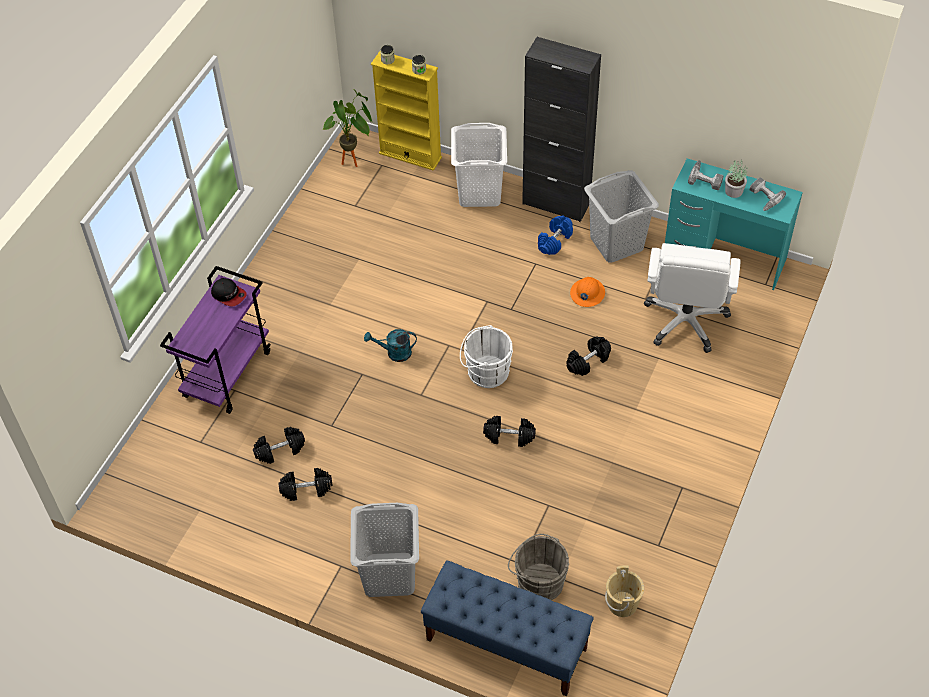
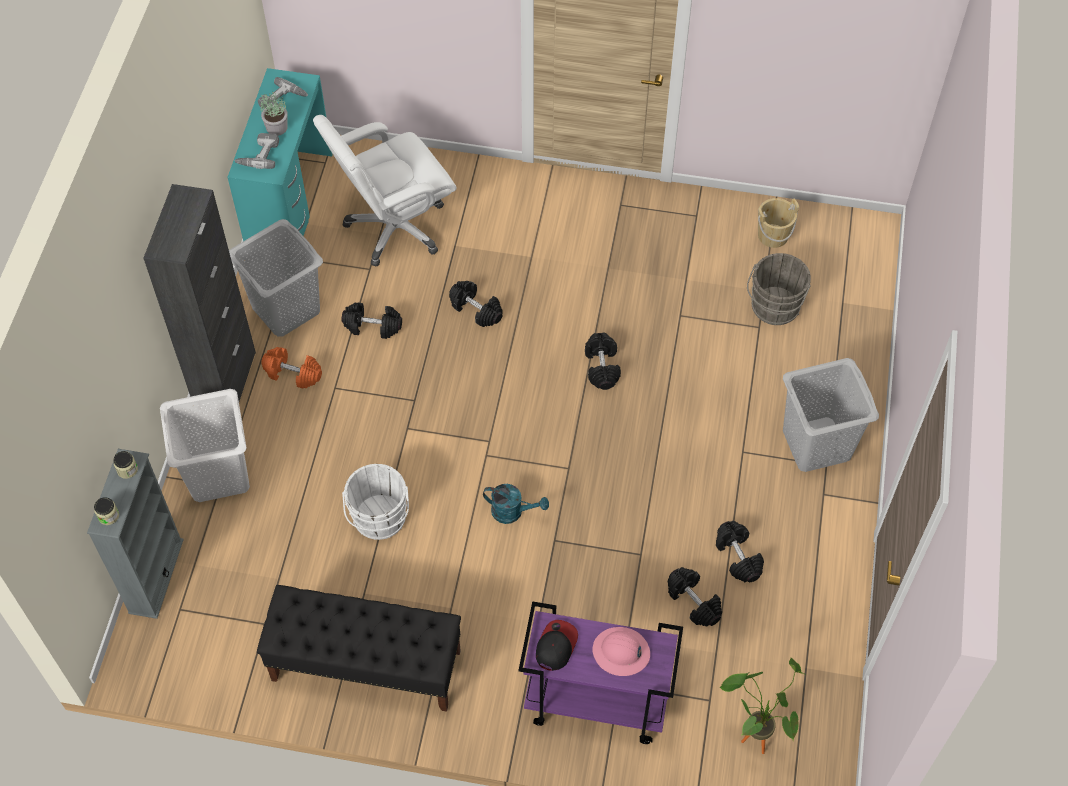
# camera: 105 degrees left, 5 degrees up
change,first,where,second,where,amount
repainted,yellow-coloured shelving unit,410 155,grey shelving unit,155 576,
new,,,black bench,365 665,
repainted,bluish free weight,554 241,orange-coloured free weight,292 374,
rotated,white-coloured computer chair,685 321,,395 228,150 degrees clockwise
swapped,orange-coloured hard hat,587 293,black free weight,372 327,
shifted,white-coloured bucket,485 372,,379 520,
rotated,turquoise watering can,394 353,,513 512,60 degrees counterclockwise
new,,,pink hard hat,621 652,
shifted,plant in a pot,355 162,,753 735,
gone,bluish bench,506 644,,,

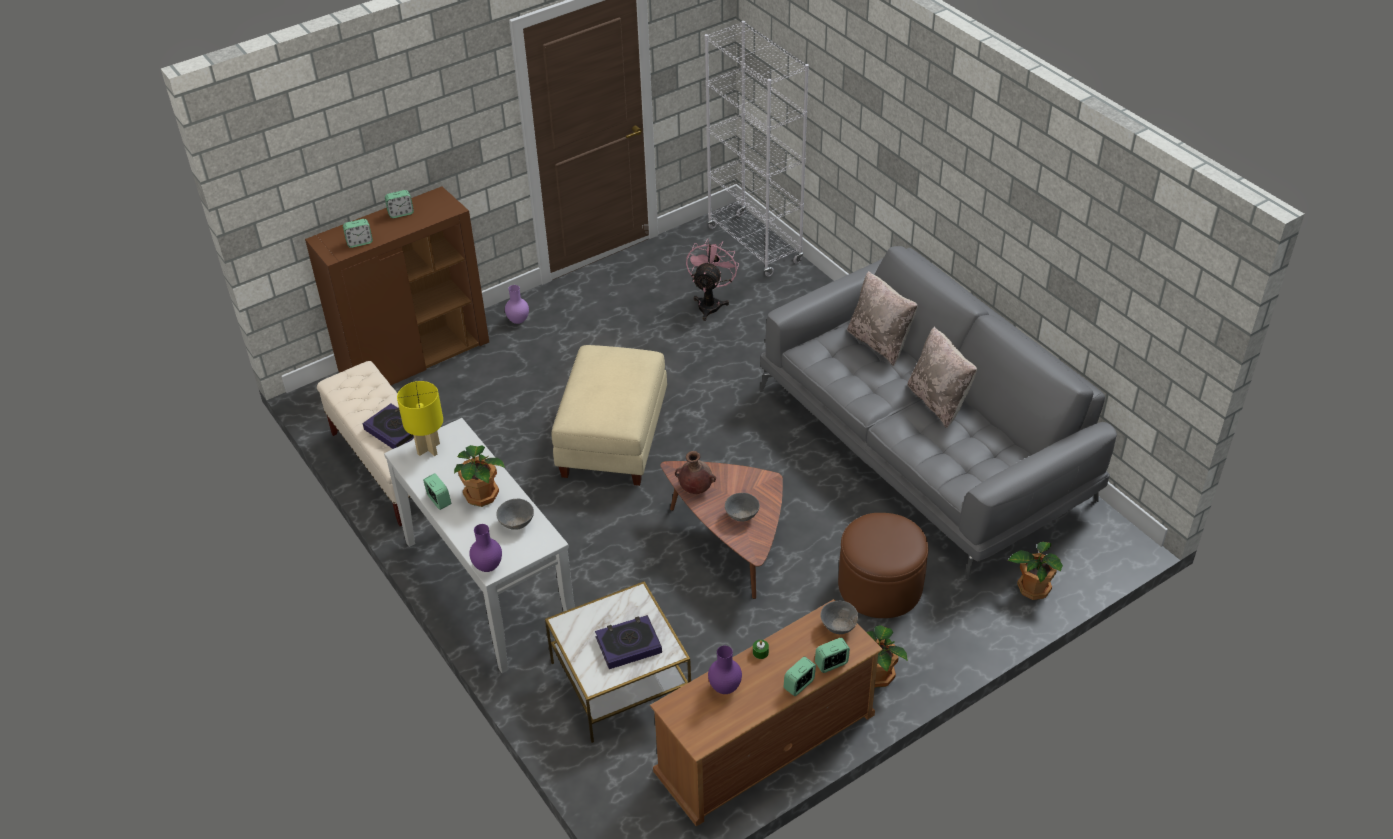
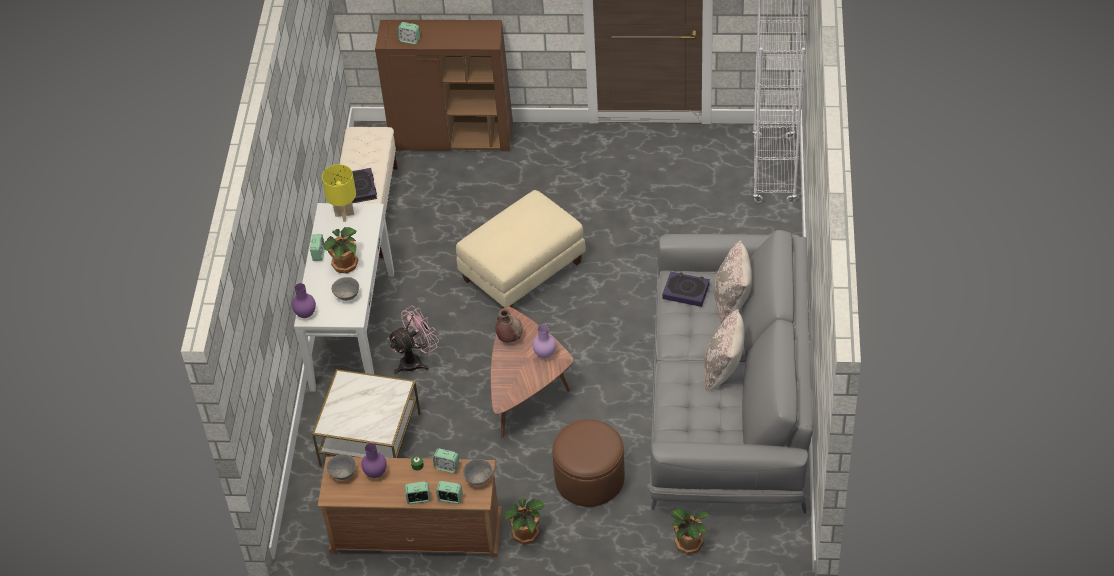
# camera: 40 degrees right, 5 degrees up
change,first,where,second,where,amount
shifted,grey deep dish,742 516,,342 474,
shifted,pink electric fan,710 303,,416 360,
shifted,table clock,401 213,,447 467,
shifted,purplish flower vase,518 320,,545 354,
shifted,volume,628 645,,686 291,

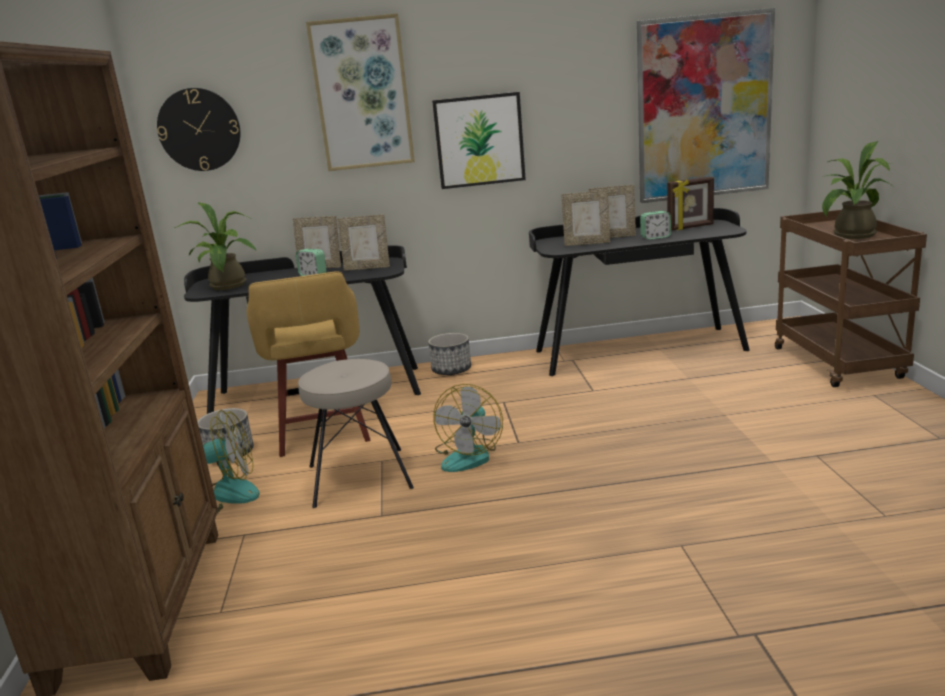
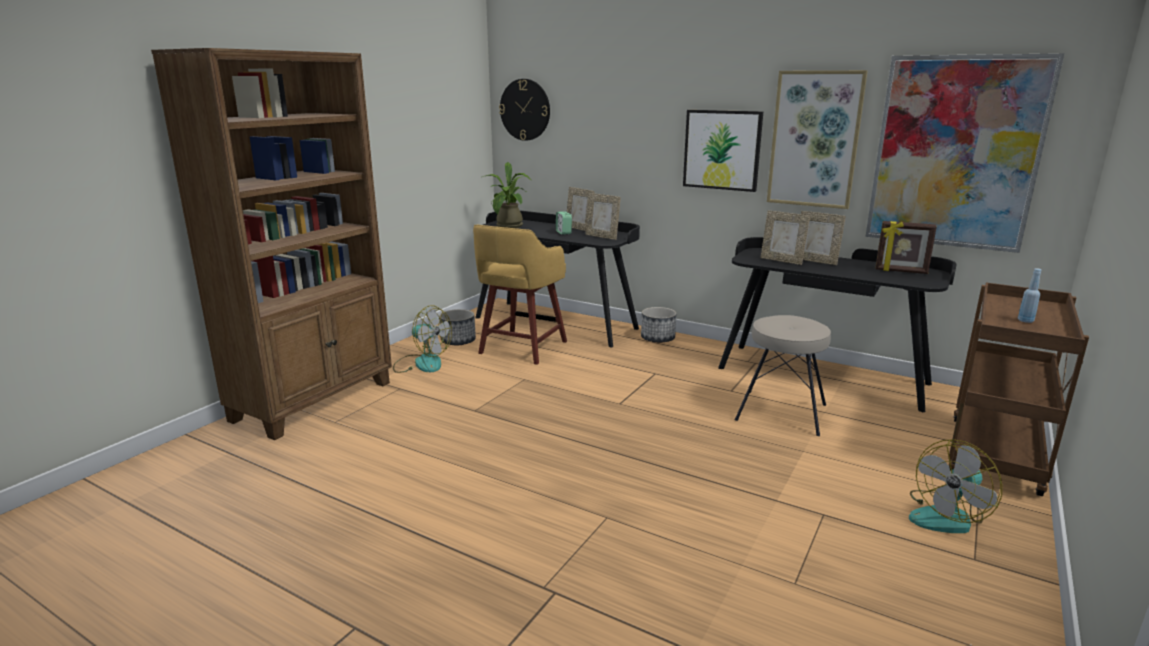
# camera: 35 degrees right, 0 degrees up
change,first,where,second,where,amount
shifted,beige stool,360 477,,781 413,
shifted,picture,362 94,,814 139,
shifted,electric fan,469 455,,947 516,
swapped,plant in a pot,850 236,bluish bottle,1025 320,
gone,table clock,655 237,,,

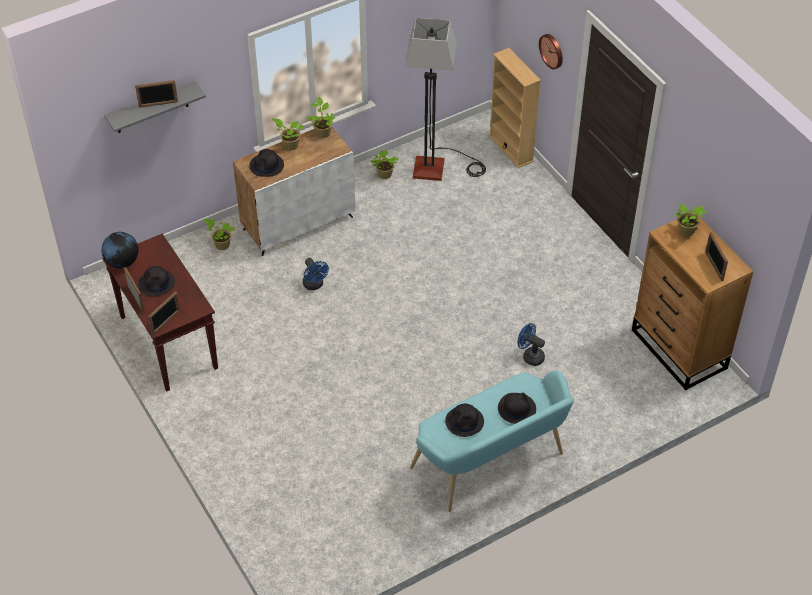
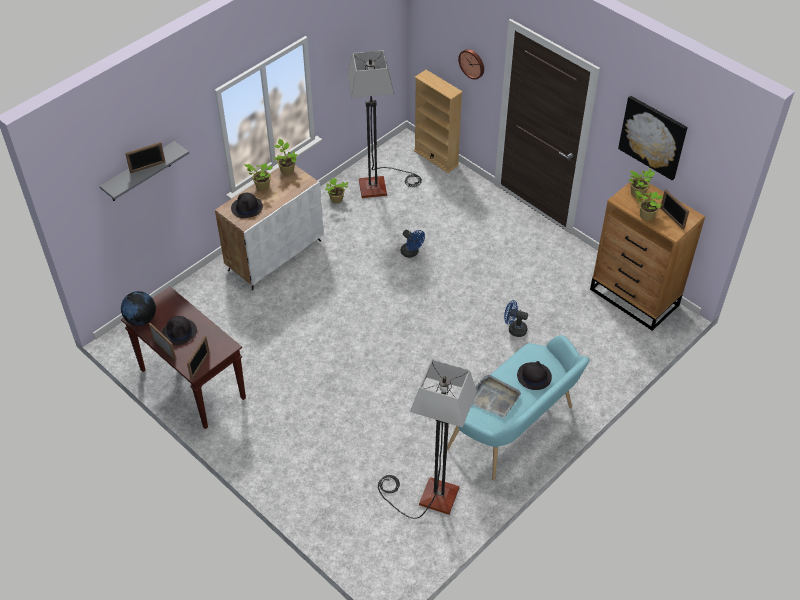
# camera: 15 degrees left, 0 degrees up
change,first,where,second,where,amount
new,,,standard lamp,427 496,
shifted,bluish electric fan,314 285,,411 253,
swapped,black wearable hat,465 421,grey tray,494 397,
new,,,picture,653 137,
shifted,plant in a pot,221 245,,645 216,

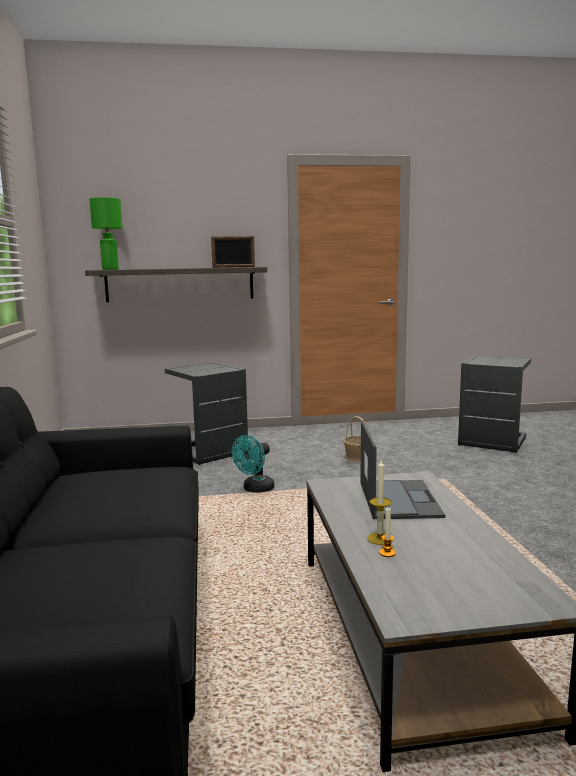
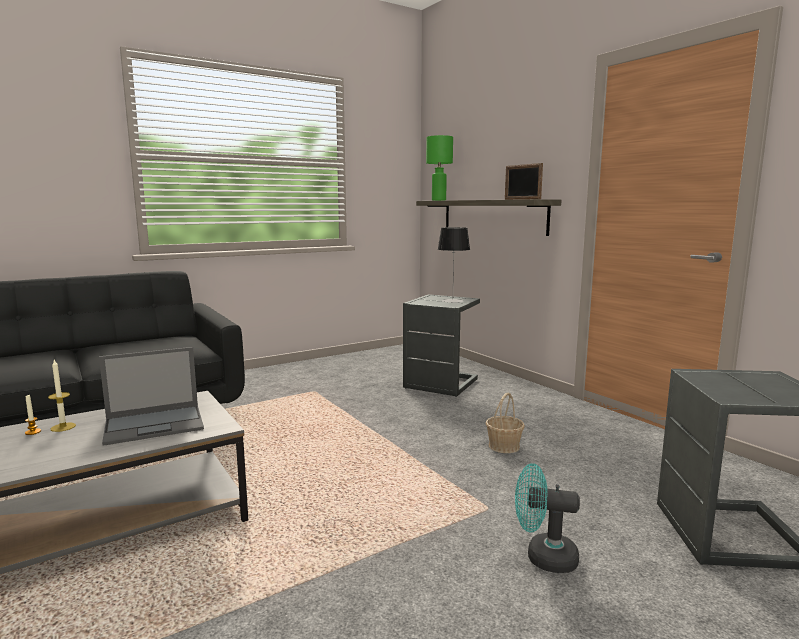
# camera: 65 degrees right, 0 degrees up
change,first,where,second,where,amount
new,,,table lamp,452 301,
shifted,turquoise electric fan,255 489,,543 557,

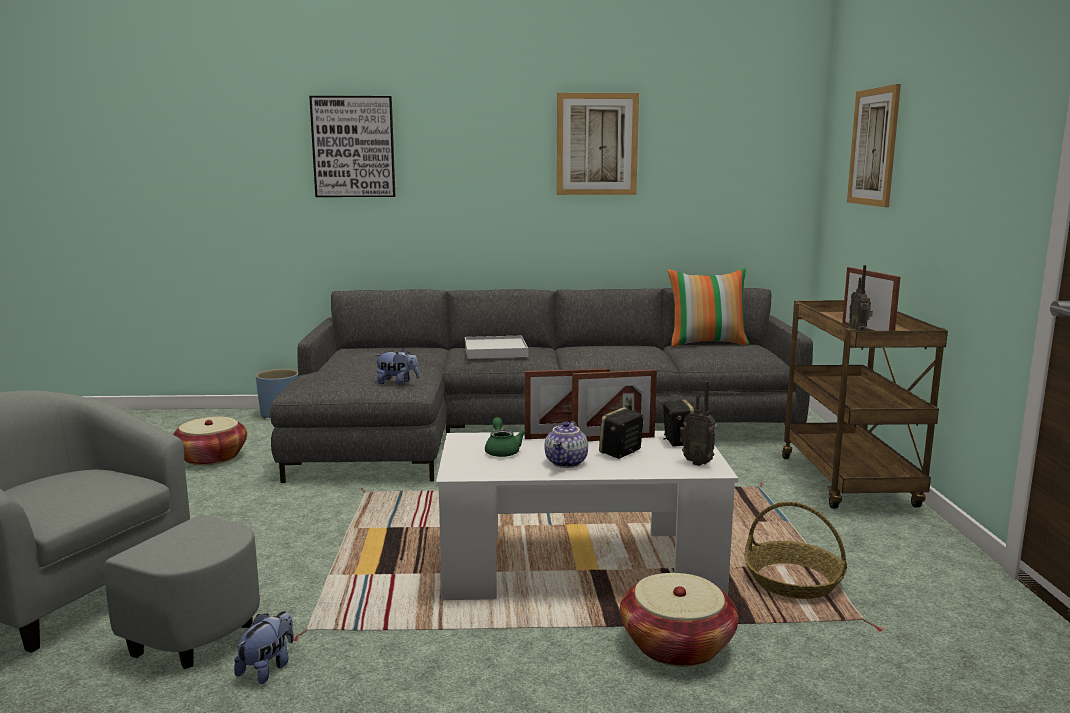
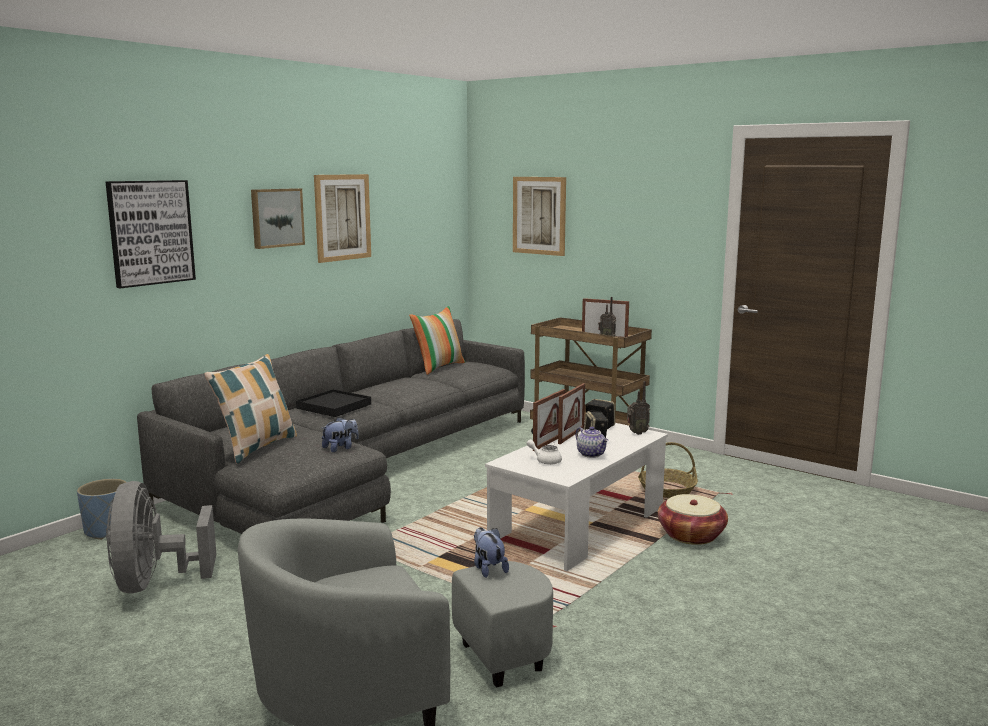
# camera: 50 degrees left, 0 degrees up
change,first,where,second,where,amount
swapped,household basket,211 457,grey electric fan,154 583,
new,,,pillow,256 447,
new,,,picture,276 217,
repainted,white-coloured tray,495 351,black tray,333 406,
shifted,cuddly toy,268 668,,488 568,
repainted,green teapot,502 451,white-coloured teapot,545 460,

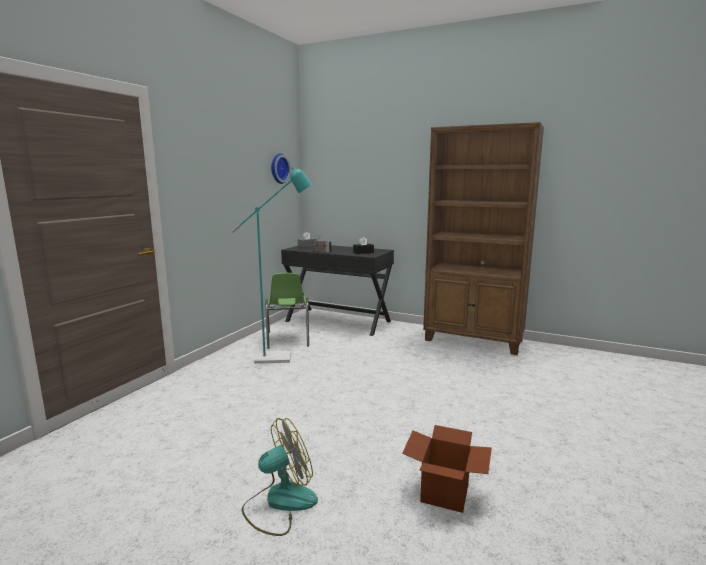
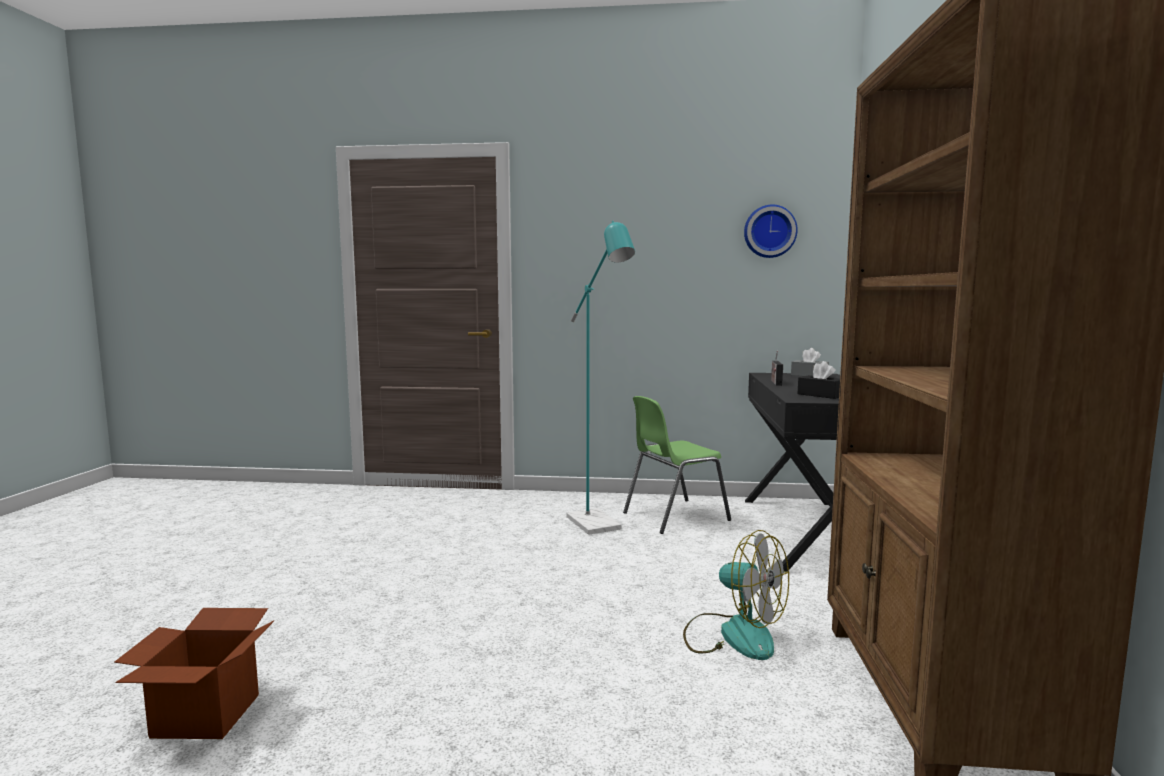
# camera: 70 degrees right, 5 degrees down
change,first,where,second,where,amount
shifted,electric fan,279 503,,733 635,

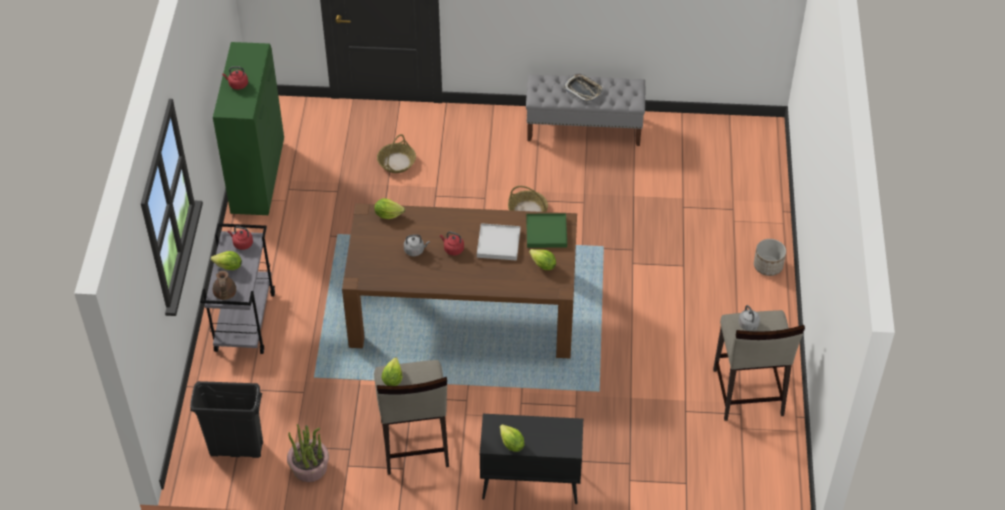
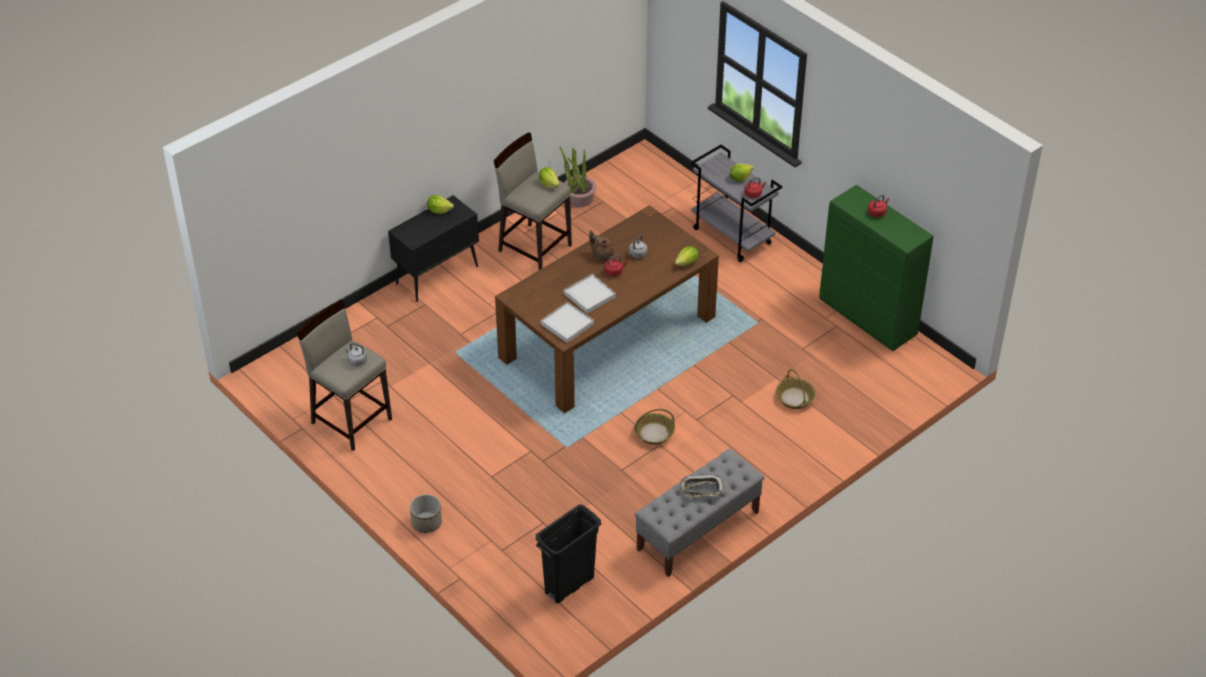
# camera: 135 degrees right, 5 degrees down
change,first,where,second,where,amount
shifted,black waste bin,237 448,,569 585,
repainted,green tray,546 232,white-coloured tray,567 324,
shifted,brown teapot,224 294,,602 256,
gone,lettuce head,543 265,,,

